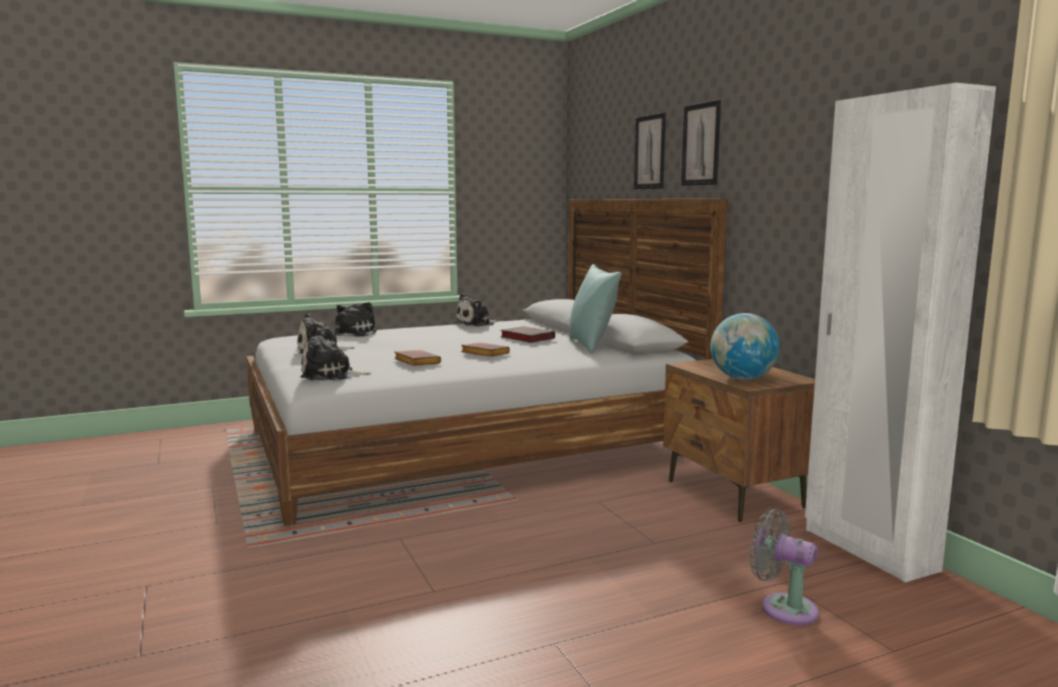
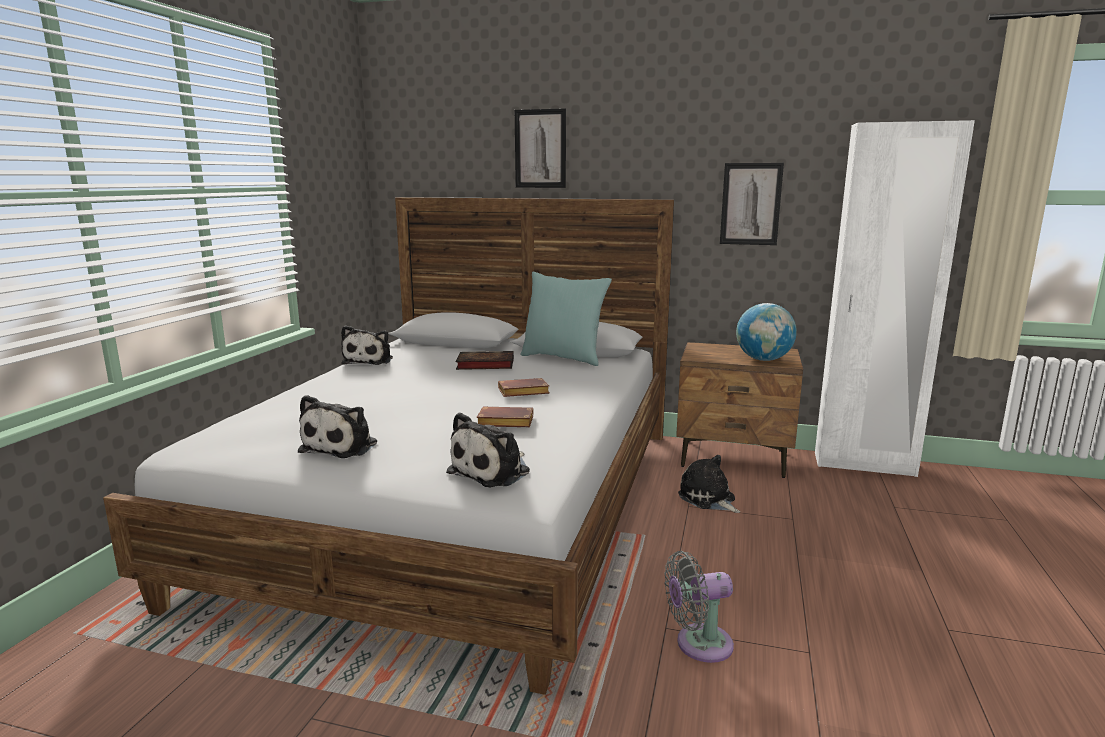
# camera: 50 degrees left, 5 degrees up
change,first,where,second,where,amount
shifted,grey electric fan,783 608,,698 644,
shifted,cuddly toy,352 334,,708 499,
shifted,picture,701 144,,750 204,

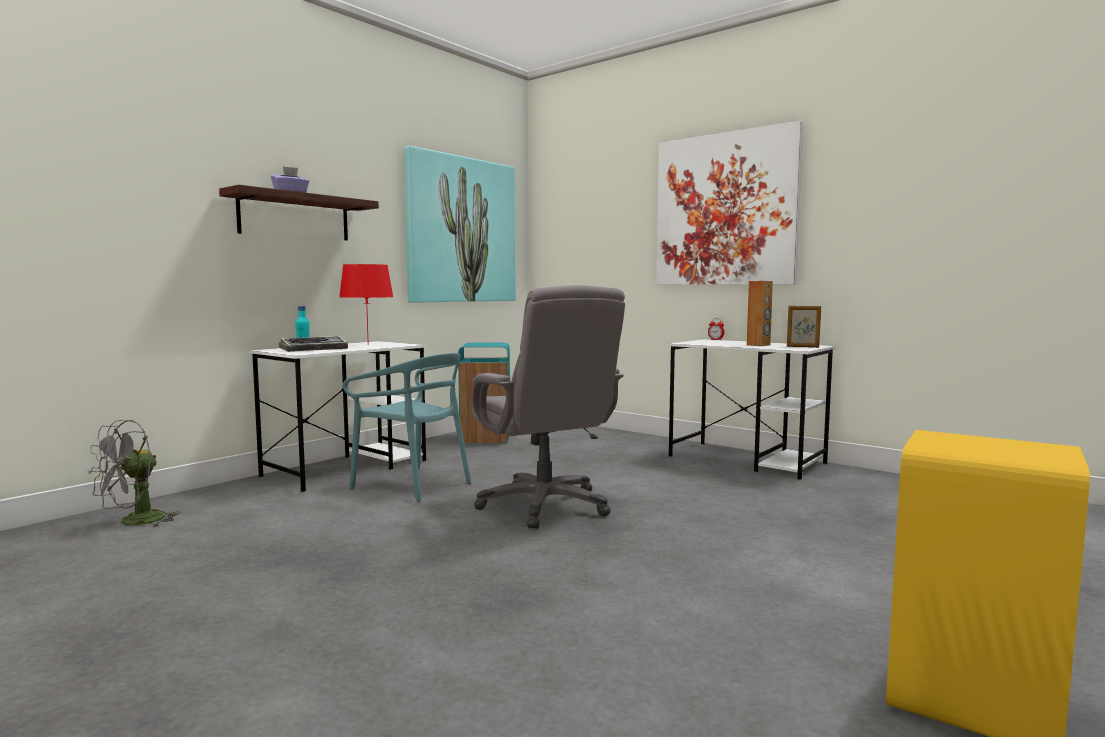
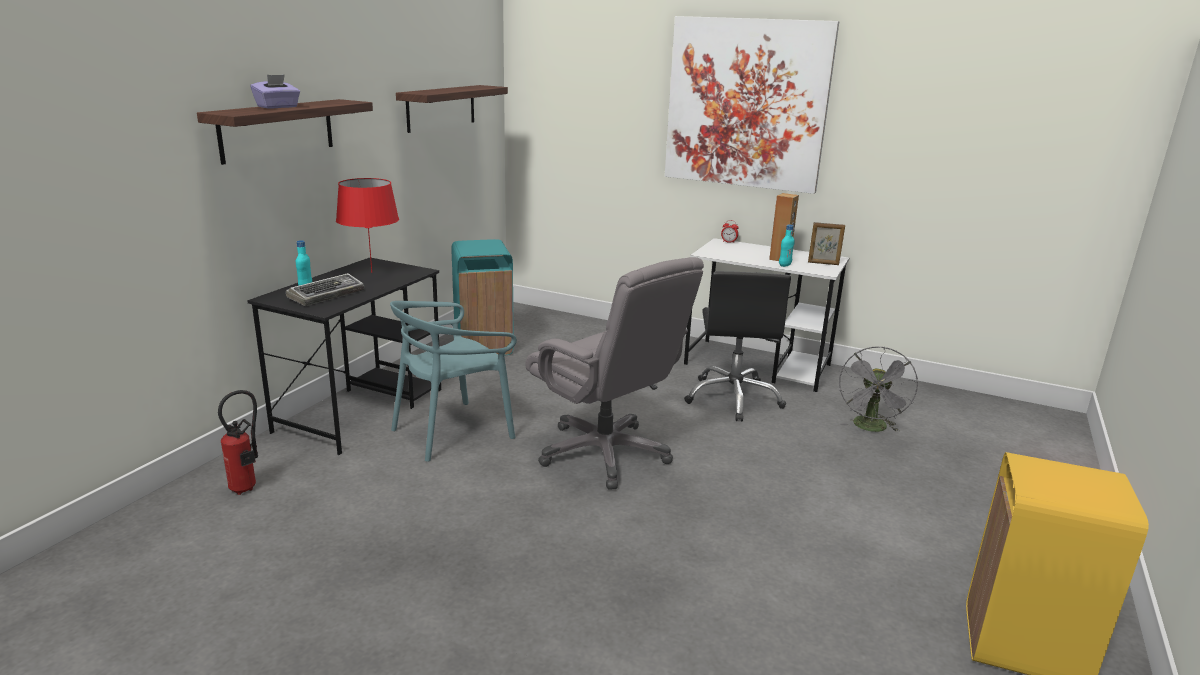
# camera: 15 degrees left, 15 degrees up
change,first,where,second,where,amount
new,,,fire extinguisher,248 488,
repainted,white-coloured desk,347 467,black desk,361 409,
rotated,turquoise upright chair,413 484,,452 431,120 degrees clockwise
swapped,picture,461 230,wall shelf,441 108,
new,,,black computer chair,733 398,
new,,,turquoise bottle,784 265,
shifted,grey electric fan,134 522,,871 428,

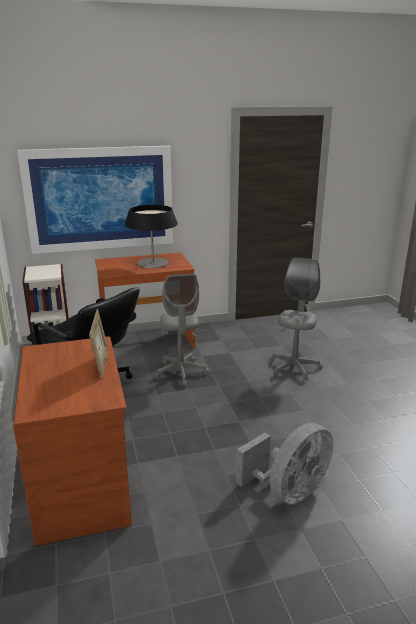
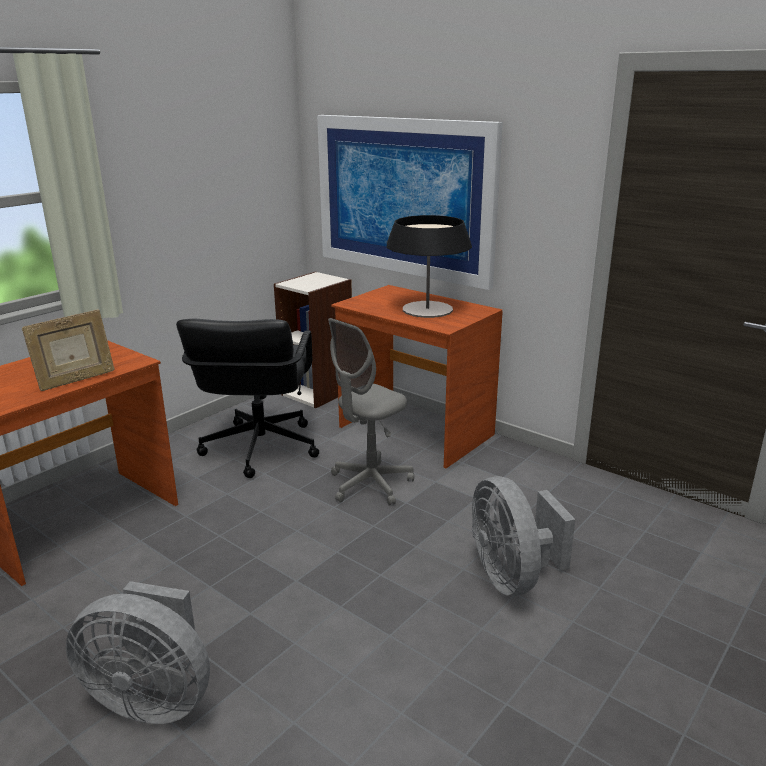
# camera: 55 degrees right, 0 degrees up
change,first,where,second,where,amount
swapped,grey computer chair,294 368,grey electric fan,512 577,

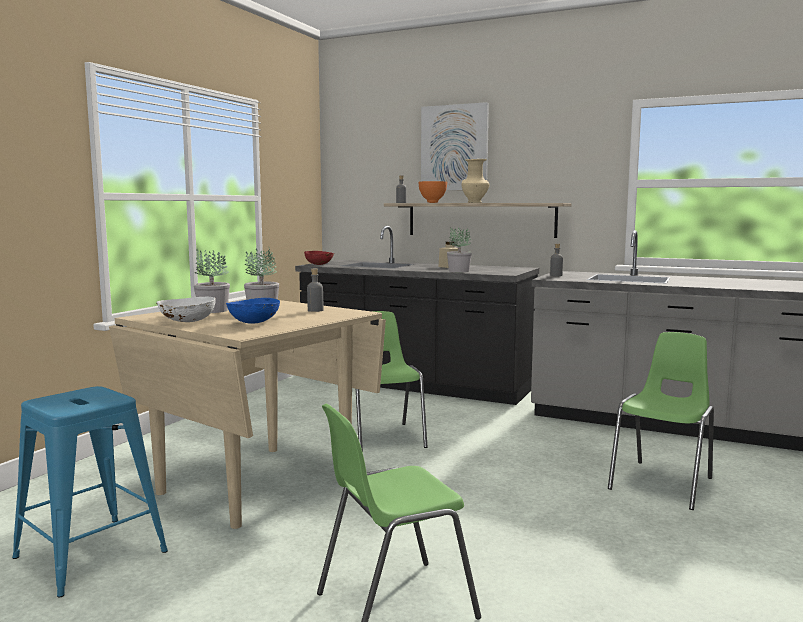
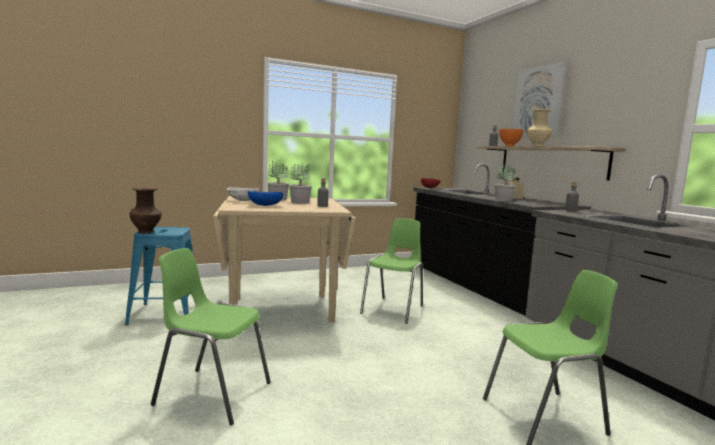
# camera: 40 degrees right, 0 degrees up
change,first,where,second,where,amount
new,,,brown flower vase,146 232,

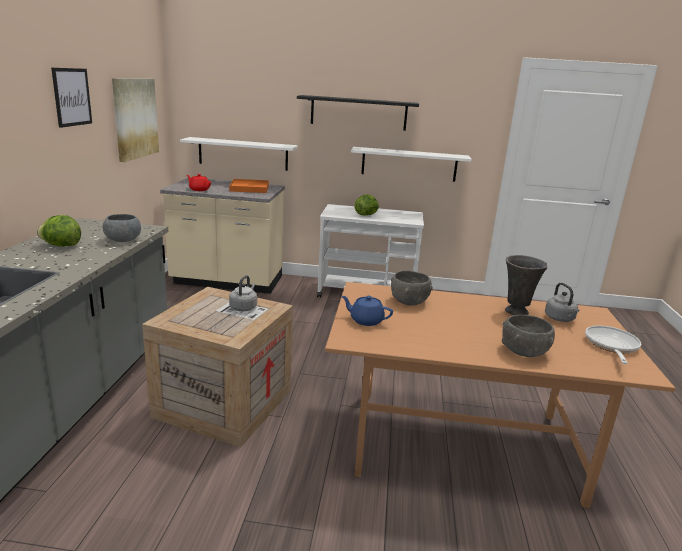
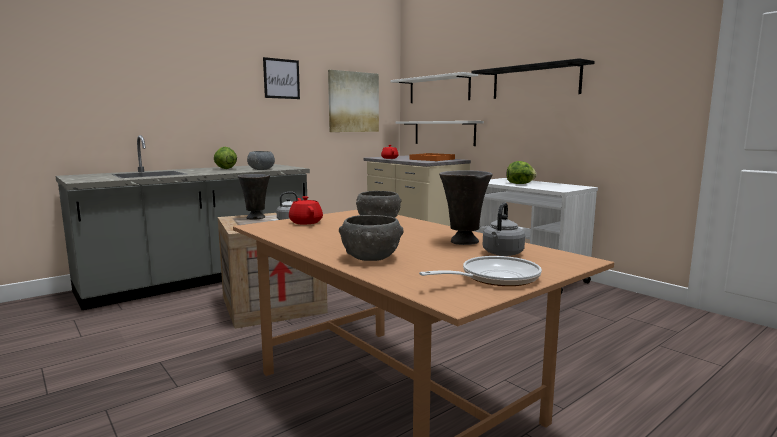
# camera: 45 degrees right, 10 degrees down
change,first,where,second,where,amount
new,,,grey flower vase,256 218,
repainted,bluish teapot,366 320,reddish teapot,306 222,
shifted,white-coloured wall shelf,409 164,,439 89,

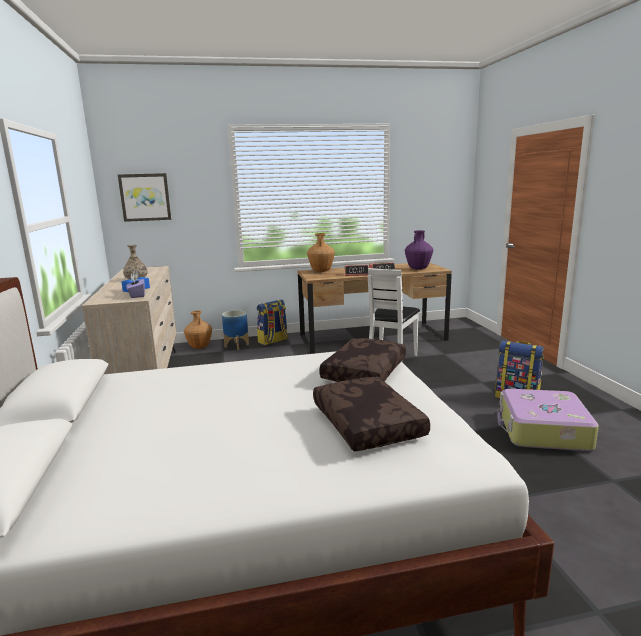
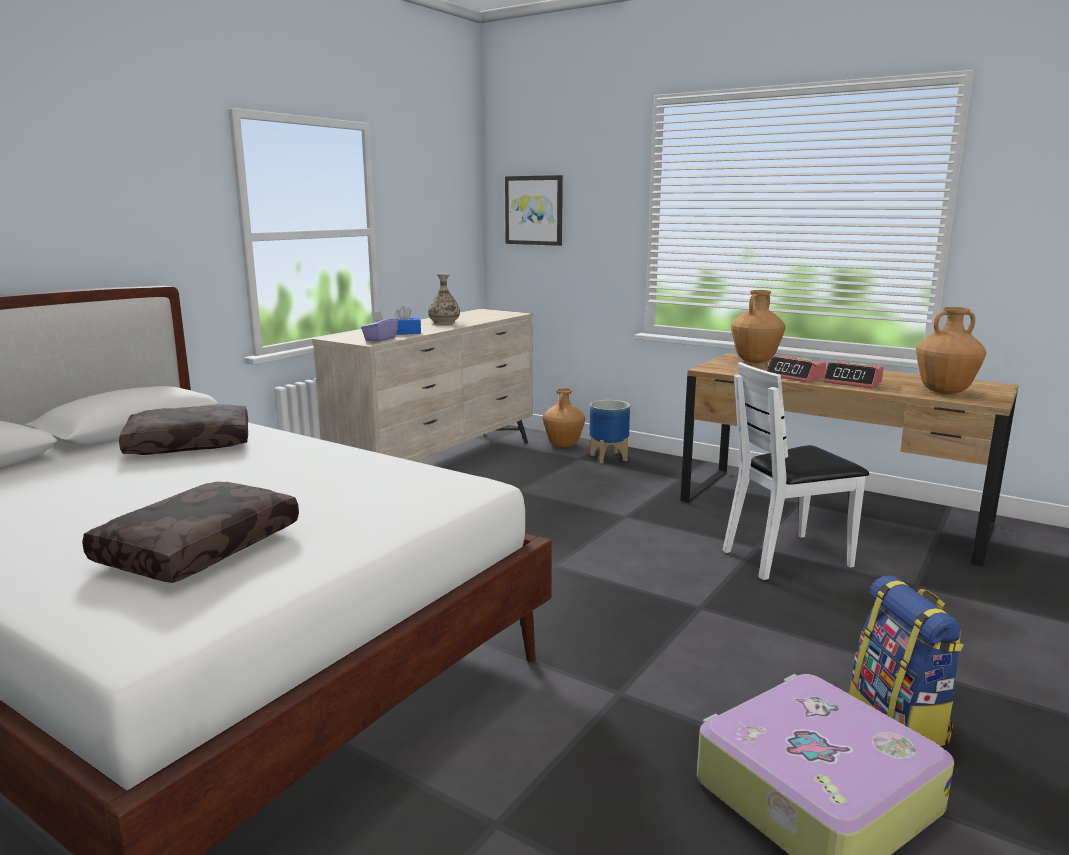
# camera: 45 degrees right, 0 degrees up
change,first,where,second,where,amount
shifted,brown pillow,363 371,,191 443,
repainted,purplish flower vase,418 269,brown flower vase,944 392,
gone,backpack,273 341,,,

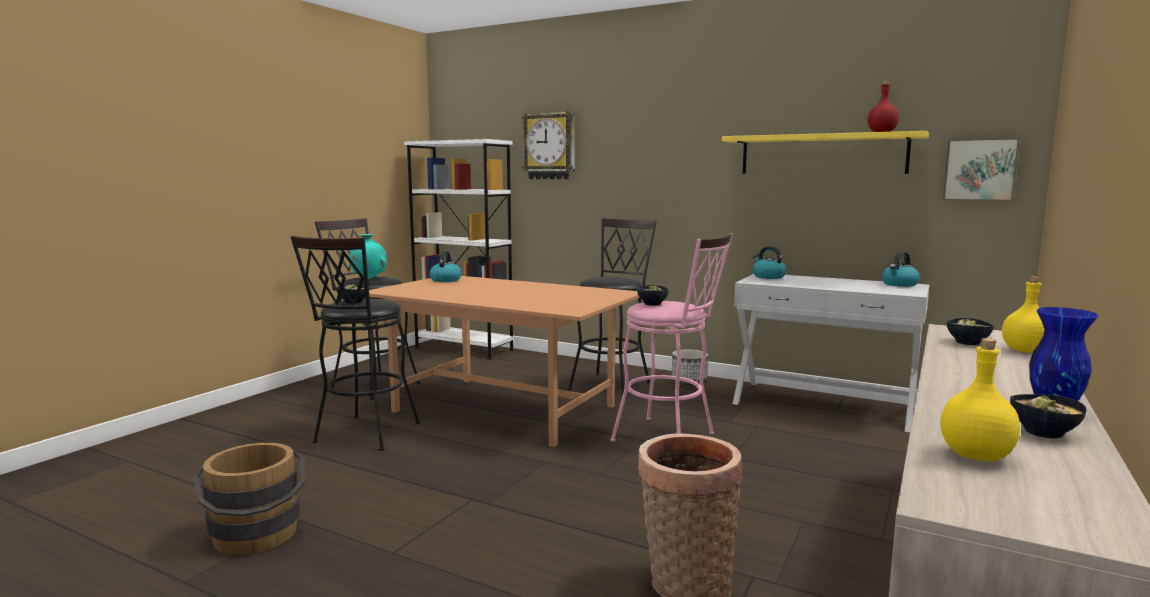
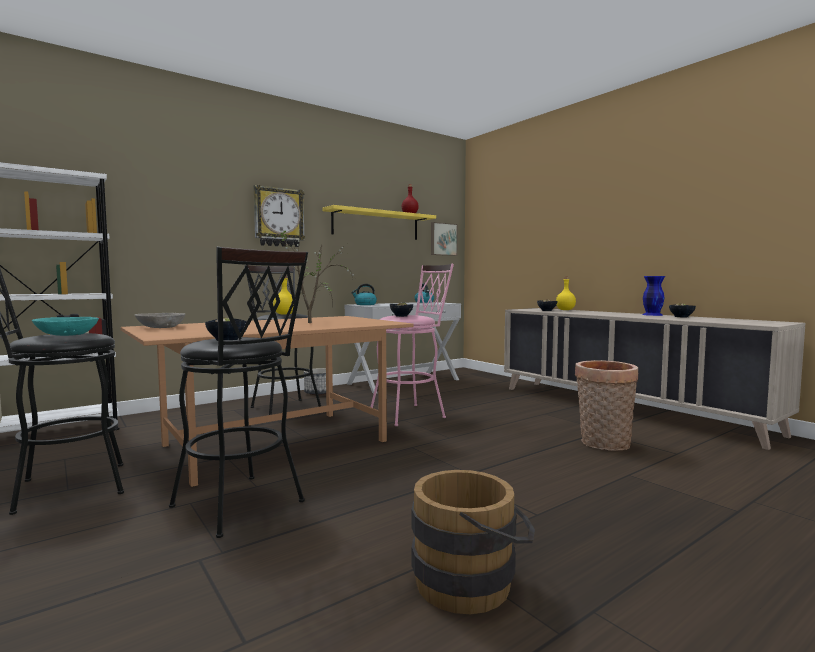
# camera: 65 degrees left, 5 degrees down
change,first,where,second,where,amount
swapped,turquoise flower vase,368 279,turquoise deep dish,66 335,
swapped,kettle,445 280,grey deep dish,160 327,
shifted,wall clock,550 146,,278 217,
new,,,plant in a pot,308 323,
shifted,yellow-coloured bottle,975 456,,285 314,

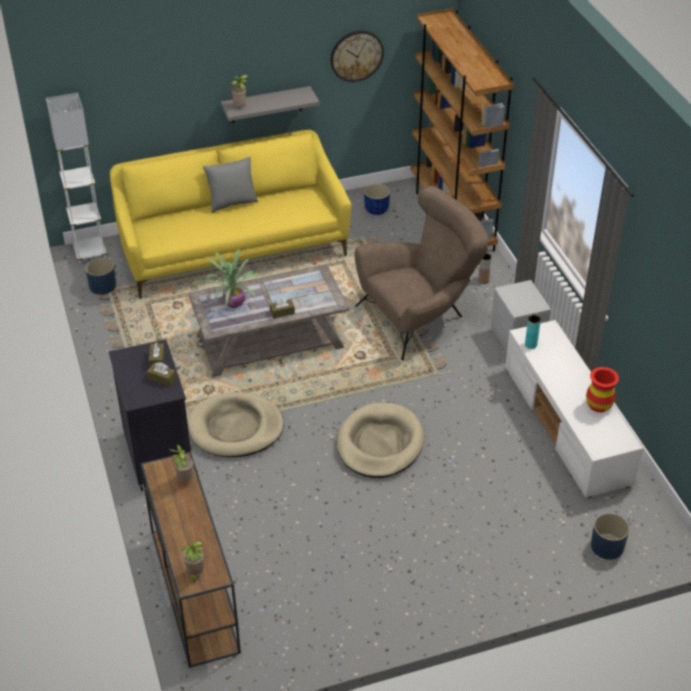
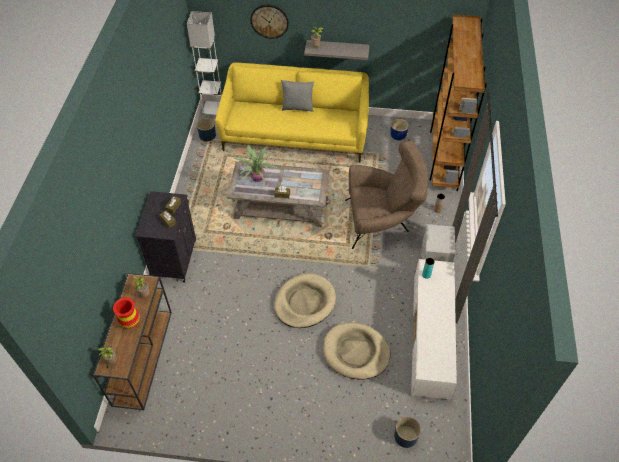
# camera: 25 degrees right, 10 degrees up
change,first,where,second,where,amount
shifted,reddish flower vase,599 405,,130 321,
shifted,wall clock,356 55,,269 21,
shifted,beige pet bed,235 428,,356 352,

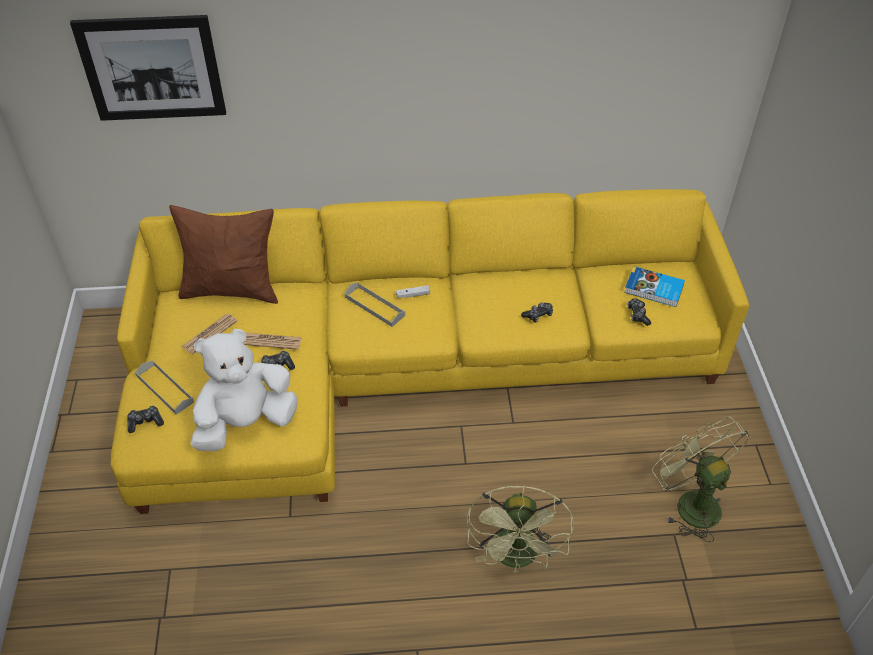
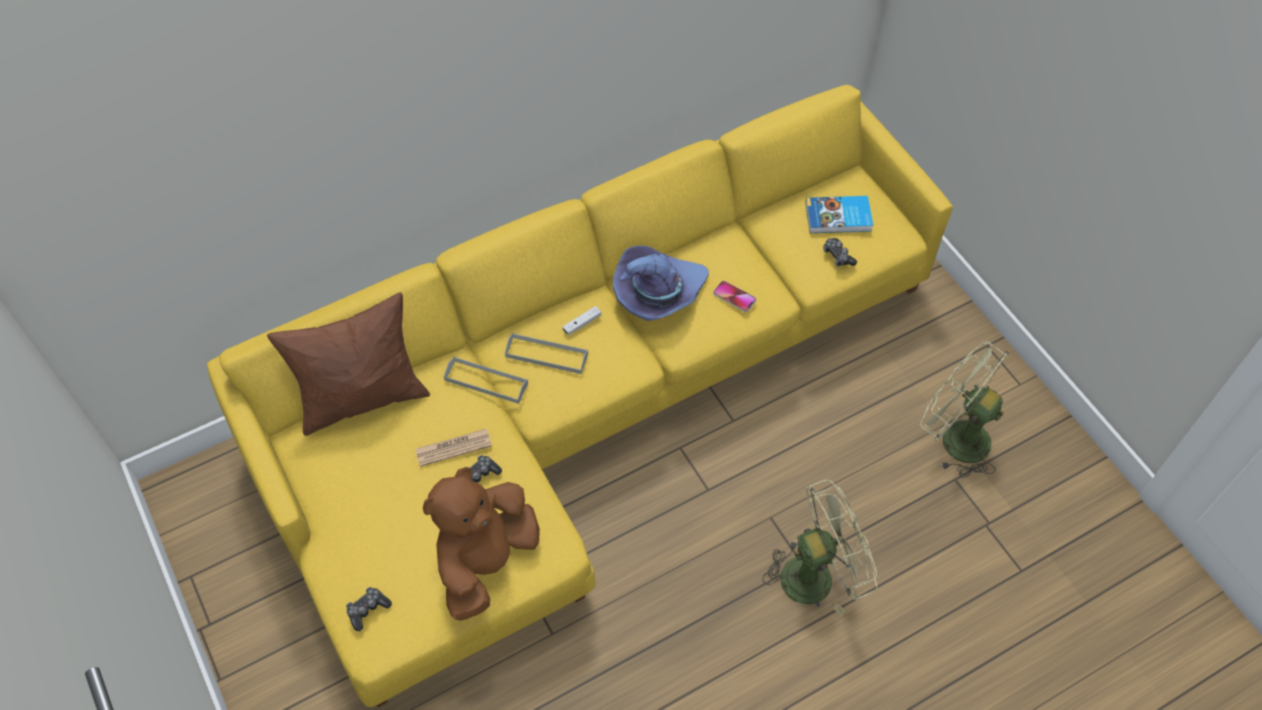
# camera: 25 degrees left, 10 degrees up
change,first,where,second,where,amount
repainted,white-coloured cuddly toy,246 423,brown cuddly toy,485 561,
shifted,grey tray,165 389,,486 382,
new,,,purplish wearable hat,658 292,
swapped,gamepad,538 315,telephone,734 297,
rotated,green electric fan,517 558,,816 574,90 degrees counterclockwise
gone,picture,152 68,,,
gone,printed paper,209 334,,,

